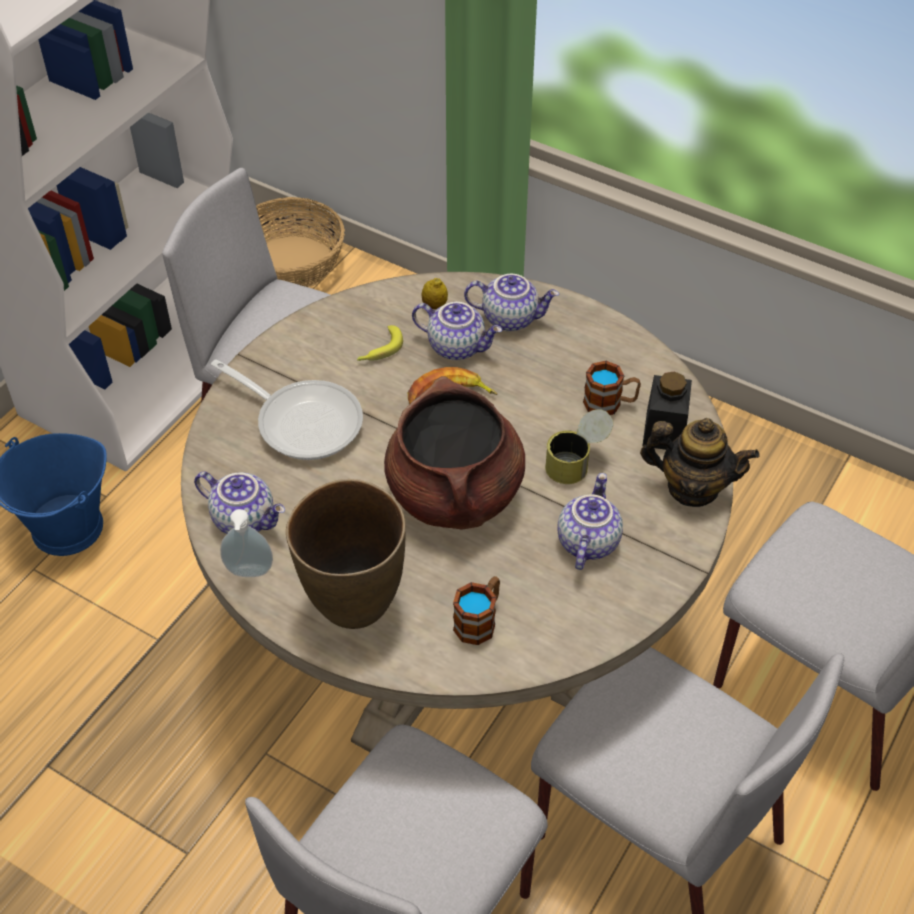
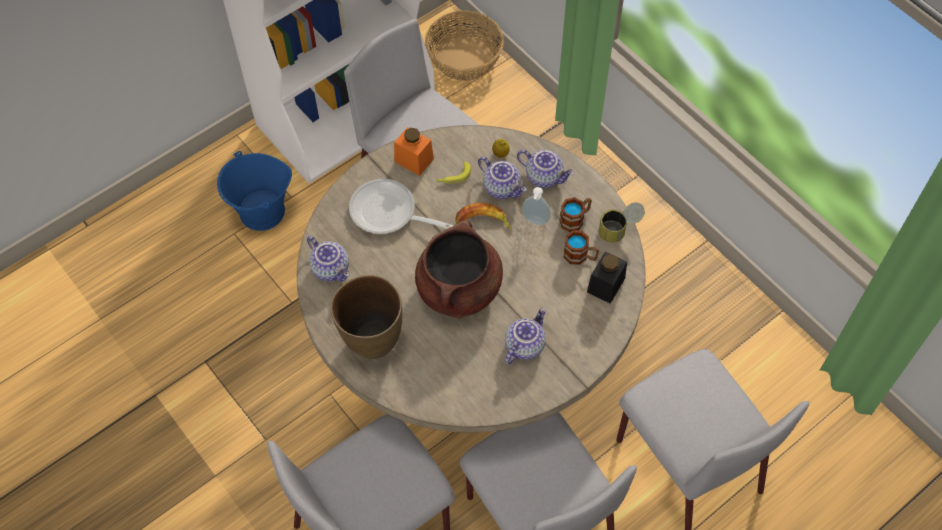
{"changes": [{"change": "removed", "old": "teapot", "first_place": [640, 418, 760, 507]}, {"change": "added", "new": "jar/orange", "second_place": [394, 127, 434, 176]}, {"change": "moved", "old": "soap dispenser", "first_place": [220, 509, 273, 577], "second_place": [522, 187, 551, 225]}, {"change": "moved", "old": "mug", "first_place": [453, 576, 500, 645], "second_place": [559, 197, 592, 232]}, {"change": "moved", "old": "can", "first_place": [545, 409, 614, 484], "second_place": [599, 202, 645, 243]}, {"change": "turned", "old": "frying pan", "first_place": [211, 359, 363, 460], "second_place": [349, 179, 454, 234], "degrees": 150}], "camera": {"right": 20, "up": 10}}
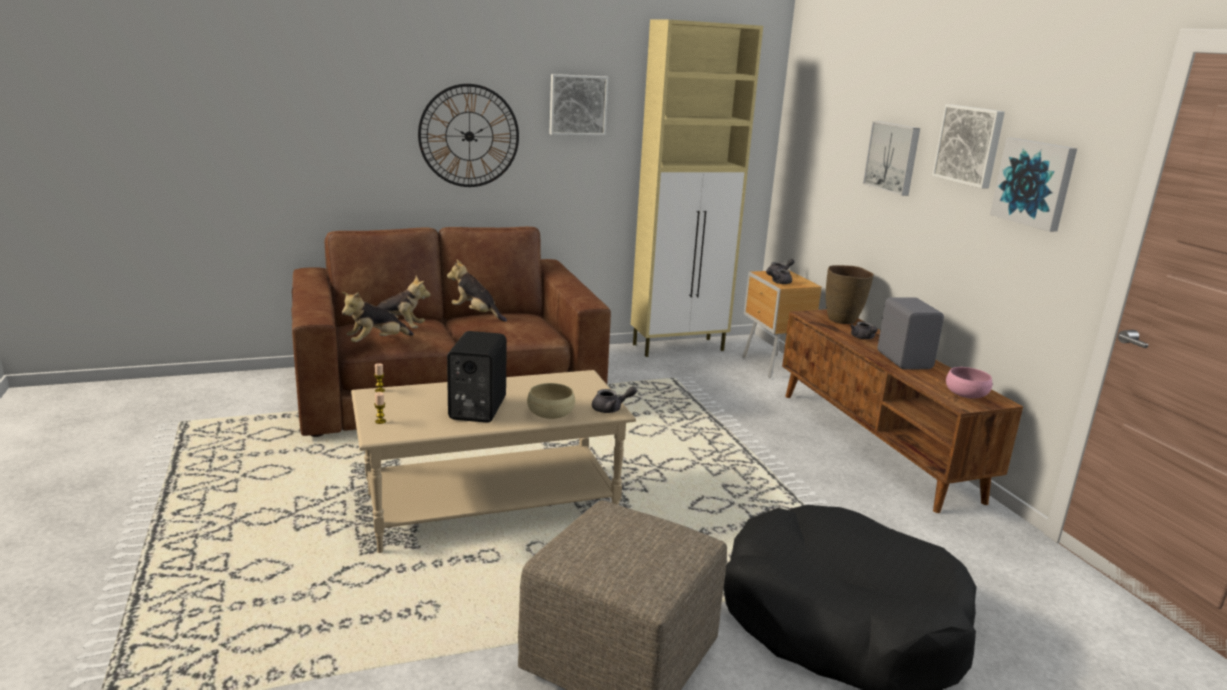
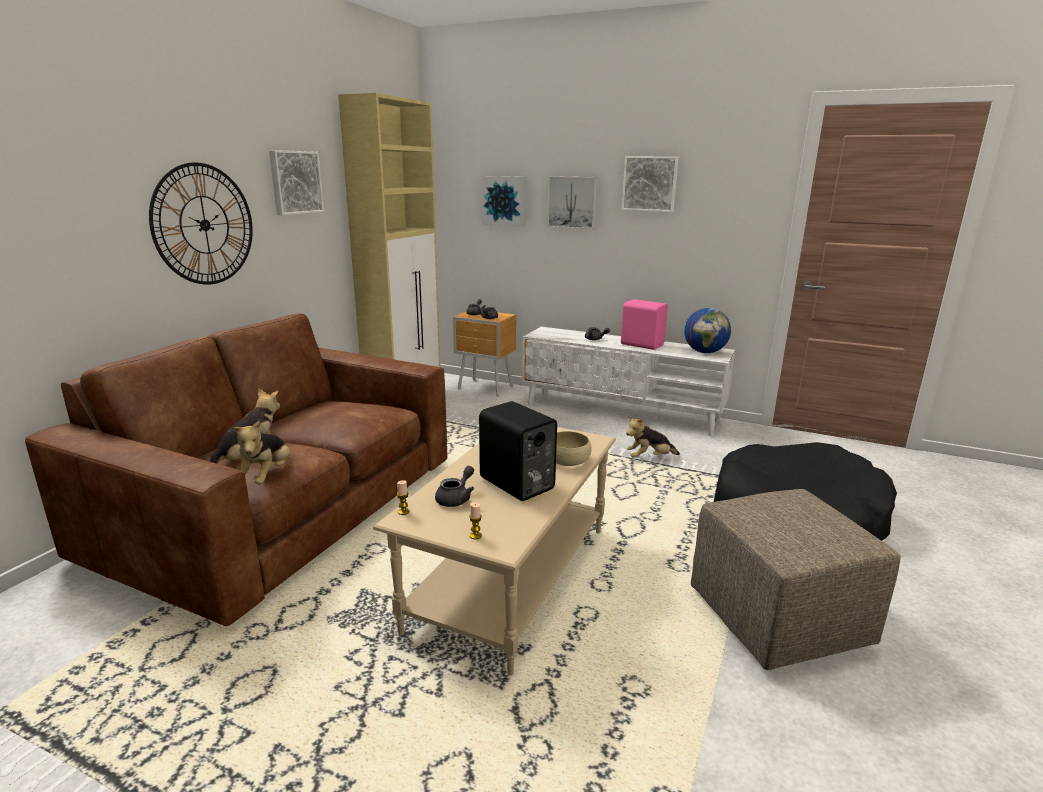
{"changes": [{"change": "removed", "old": "vase/brown", "first_place": [826, 265, 874, 324]}, {"change": "moved", "old": "plush toy", "first_place": [447, 259, 507, 322], "second_place": [626, 416, 680, 458]}, {"change": "moved", "old": "teapot/grey", "first_place": [592, 386, 637, 413], "second_place": [435, 466, 474, 507]}, {"change": "moved", "old": "picture", "first_place": [990, 138, 1077, 232], "second_place": [481, 176, 526, 227]}, {"change": "replaced", "old": "bowl/pink", "new": "globe", "first_place": [946, 367, 992, 398], "second_place": [684, 308, 731, 353]}, {"change": "recoloured", "old": "tv stand/brown", "new": "tv stand/white", "first_place": [782, 309, 1023, 513], "second_place": [522, 327, 735, 436]}, {"change": "recoloured", "old": "speaker/grey", "new": "speaker/pink", "first_place": [878, 297, 944, 370], "second_place": [621, 299, 668, 350]}], "camera": {"right": -45, "up": 0}}
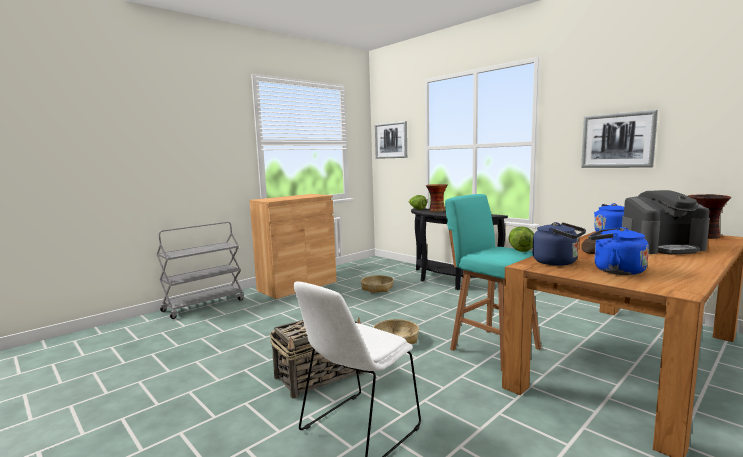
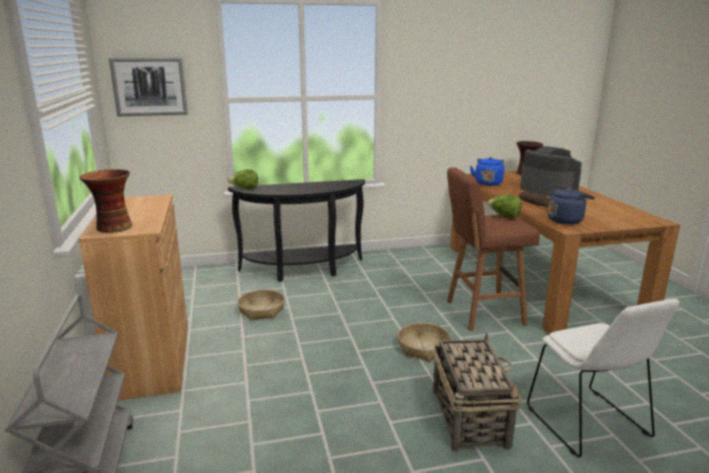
{"changes": [{"change": "removed", "old": "picture", "first_place": [581, 110, 658, 168]}, {"change": "removed", "old": "kettle/blue", "first_place": [588, 227, 649, 275]}, {"change": "moved", "old": "vase", "first_place": [426, 184, 448, 212], "second_place": [79, 169, 132, 233]}, {"change": "recoloured", "old": "stool/turquoise", "new": "stool/brown", "first_place": [445, 194, 541, 371], "second_place": [447, 167, 540, 331]}, {"change": "turned", "old": "coffee machine", "first_place": [622, 190, 710, 255], "second_place": [520, 146, 582, 196], "degrees": -60}], "camera": {"right": -60, "up": 10}}
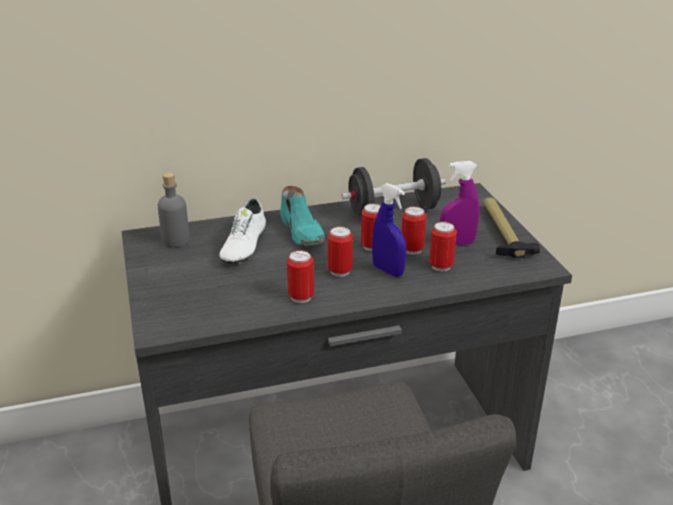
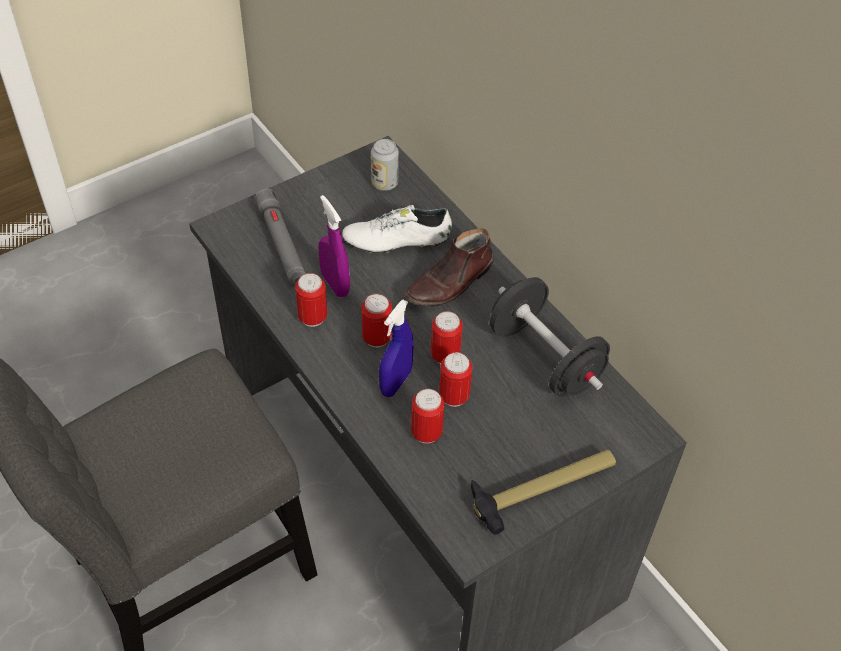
{"changes": [{"change": "added", "new": "flashlight/grey", "second_place": [255, 189, 306, 284]}, {"change": "moved", "old": "spray bottle/purple", "first_place": [440, 161, 479, 246], "second_place": [318, 195, 350, 297]}, {"change": "replaced", "old": "bottle/grey", "new": "can", "first_place": [158, 172, 190, 248], "second_place": [371, 139, 399, 191]}, {"change": "recoloured", "old": "shoe/turquoise", "new": "shoe/brown", "first_place": [280, 186, 325, 246], "second_place": [404, 228, 494, 307]}], "camera": {"right": 70, "up": 20}}
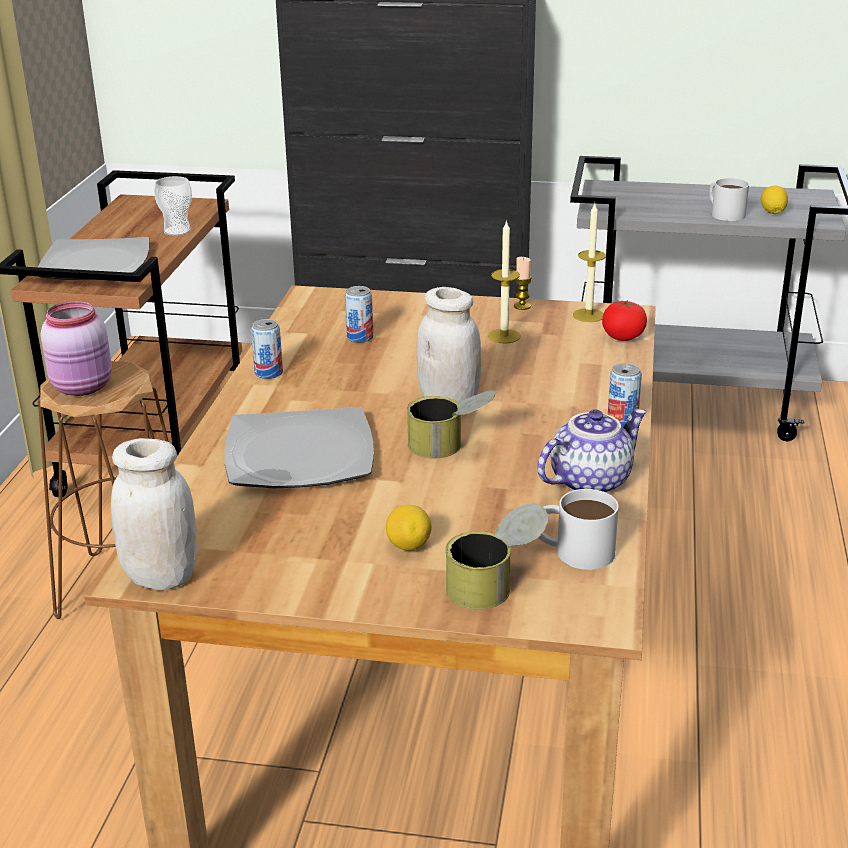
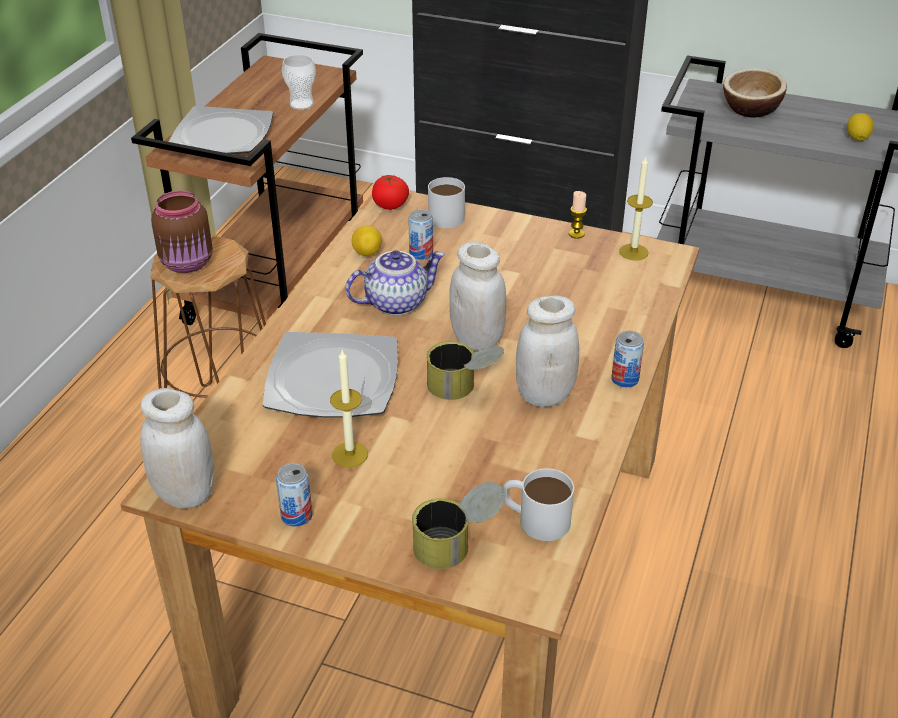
{"changes": [{"change": "added", "new": "jar/white", "second_place": [516, 295, 579, 407]}, {"change": "added", "new": "bowl", "second_place": [723, 68, 787, 117]}, {"change": "moved", "old": "can", "first_place": [251, 319, 283, 379], "second_place": [276, 463, 312, 527]}, {"change": "moved", "old": "lemon", "first_place": [386, 505, 432, 551], "second_place": [352, 226, 382, 256]}, {"change": "moved", "old": "candle", "first_place": [488, 220, 521, 344], "second_place": [330, 350, 368, 467]}, {"change": "moved", "old": "teapot", "first_place": [537, 409, 647, 493], "second_place": [346, 250, 445, 316]}, {"change": "moved", "old": "tomato", "first_place": [602, 300, 647, 341], "second_place": [372, 175, 409, 210]}, {"change": "moved", "old": "mug/white", "first_place": [709, 178, 749, 221], "second_place": [428, 177, 465, 228]}, {"change": "recoloured", "old": "jar/pink", "new": "jar/brown", "first_place": [41, 301, 112, 396], "second_place": [151, 190, 213, 273]}], "camera": {"right": 10, "up": 10}}
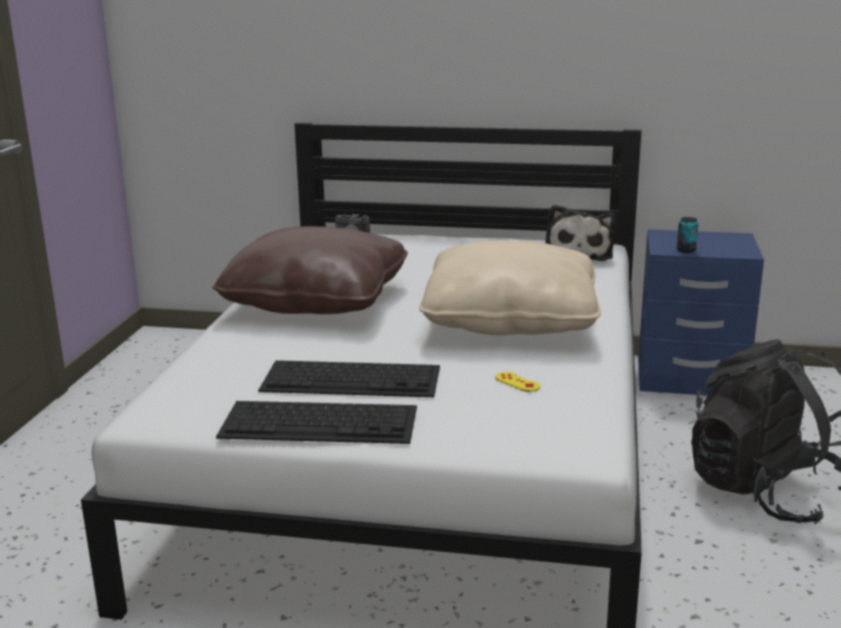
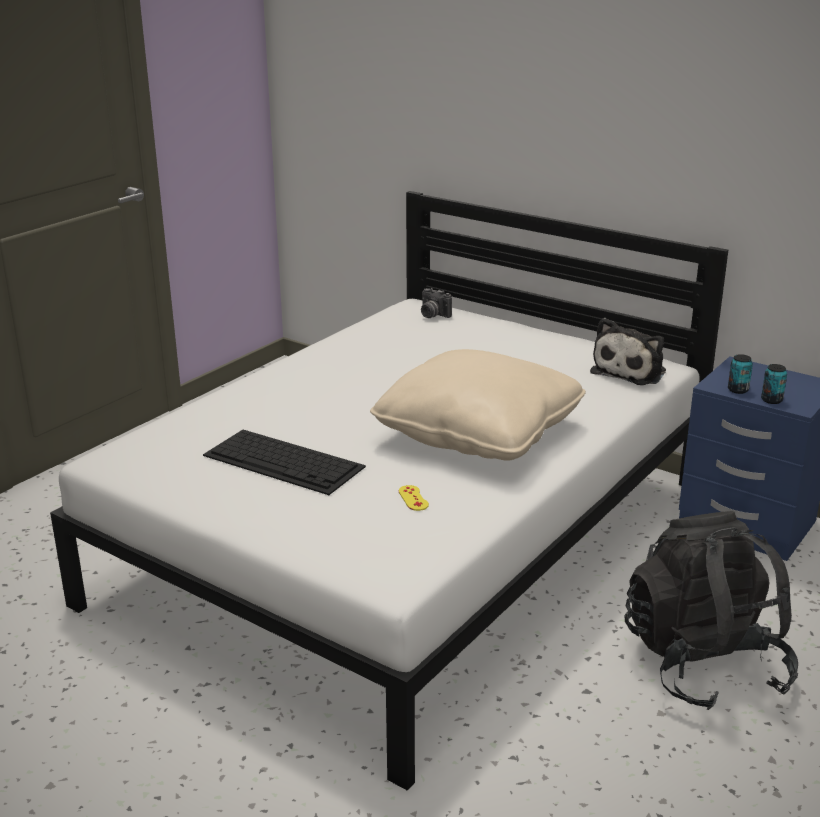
{"changes": [{"change": "removed", "old": "pillow/brown", "first_place": [212, 226, 408, 314]}, {"change": "removed", "old": "keyboard", "first_place": [216, 401, 417, 444]}, {"change": "added", "new": "can", "second_place": [761, 364, 787, 404]}], "camera": {"right": 25, "up": 5}}
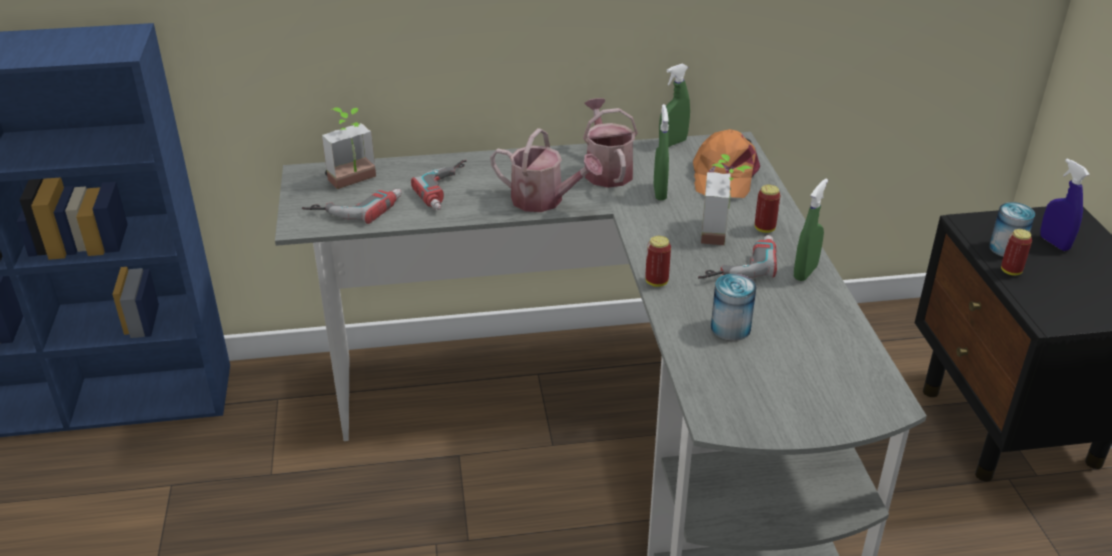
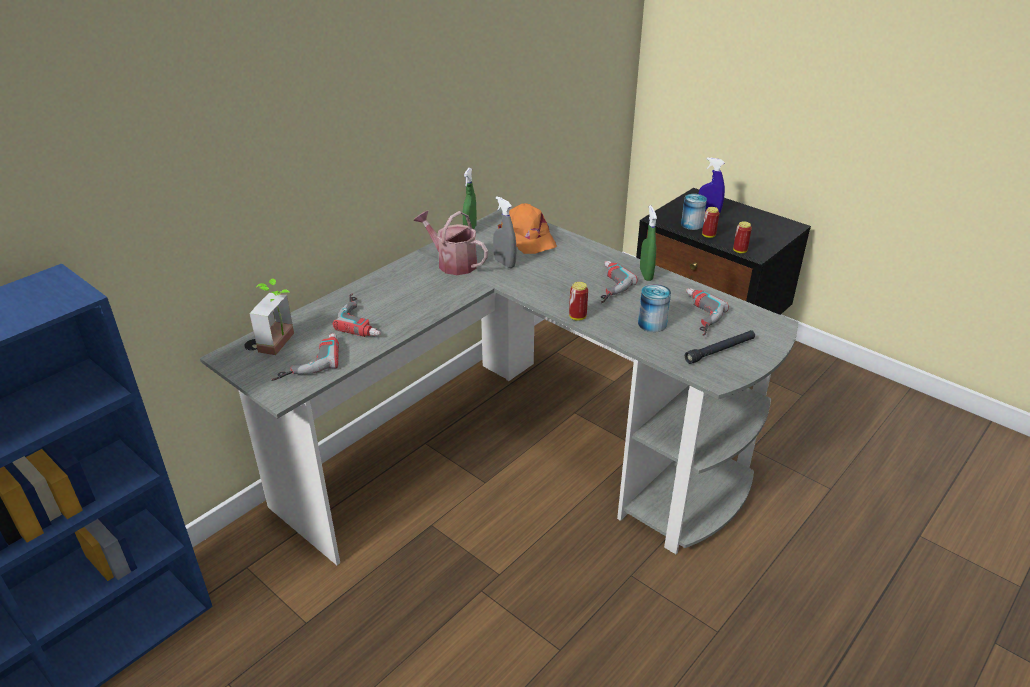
{"changes": [{"change": "removed", "old": "watering can", "first_place": [490, 128, 603, 212]}, {"change": "removed", "old": "potted plant", "first_place": [701, 154, 753, 245]}, {"change": "added", "new": "flashlight/black", "second_place": [685, 330, 755, 364]}, {"change": "added", "new": "power drill", "second_place": [686, 288, 729, 336]}, {"change": "moved", "old": "can", "first_place": [755, 185, 780, 233], "second_place": [733, 221, 752, 253]}, {"change": "recoloured", "old": "spray bottle/green", "new": "spray bottle/grey", "first_place": [654, 104, 669, 200], "second_place": [493, 196, 517, 268]}], "camera": {"right": -40, "up": 0}}
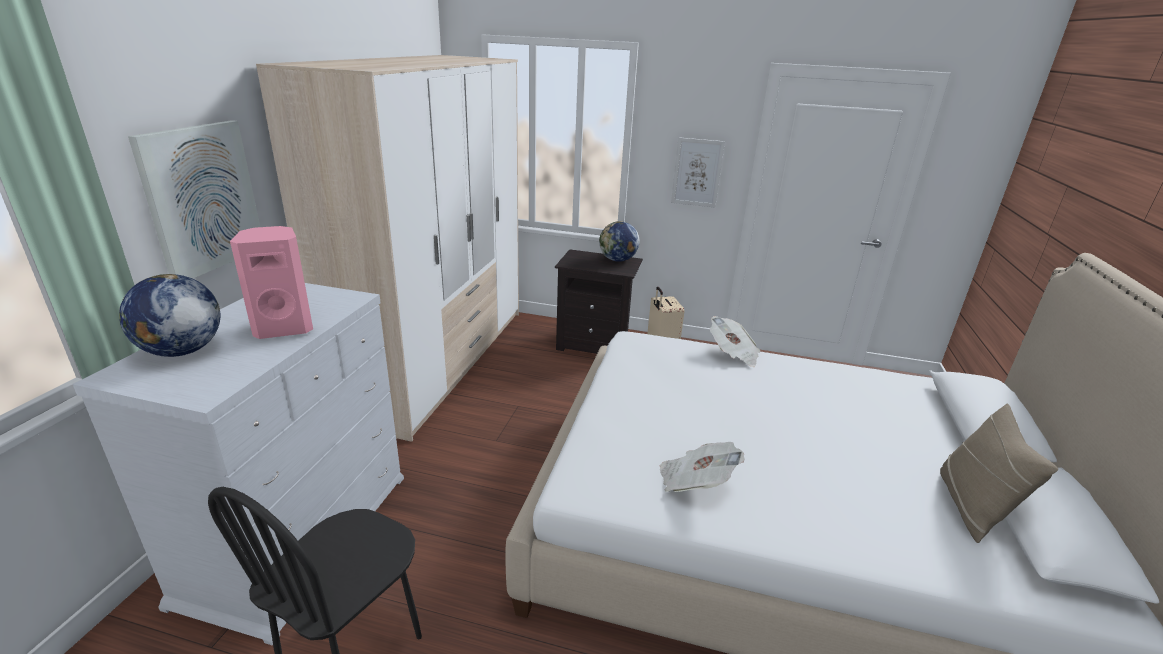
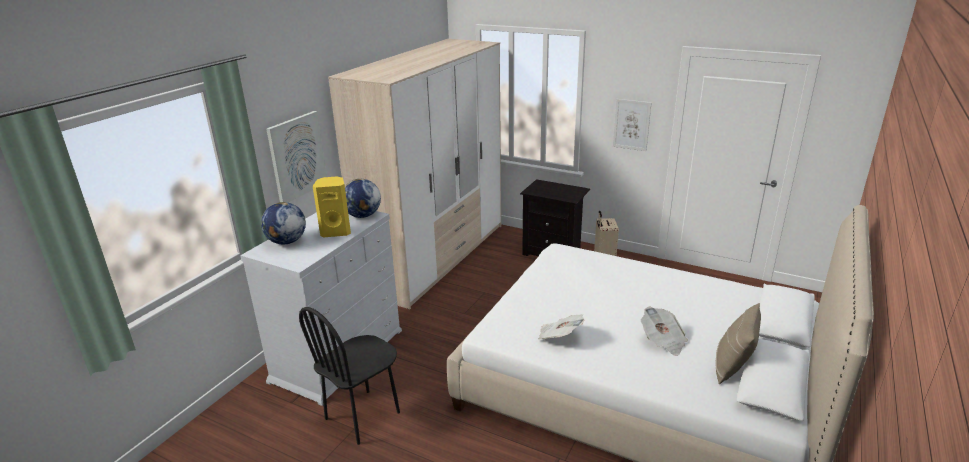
{"changes": [{"change": "moved", "old": "globe", "first_place": [599, 221, 640, 262], "second_place": [345, 179, 381, 218]}, {"change": "moved", "old": "newspaper", "first_place": [710, 316, 760, 367], "second_place": [641, 307, 688, 356]}, {"change": "recoloured", "old": "speaker/pink", "new": "speaker/yellow", "first_place": [230, 226, 313, 339], "second_place": [313, 177, 351, 237]}], "camera": {"right": 15, "up": 0}}
